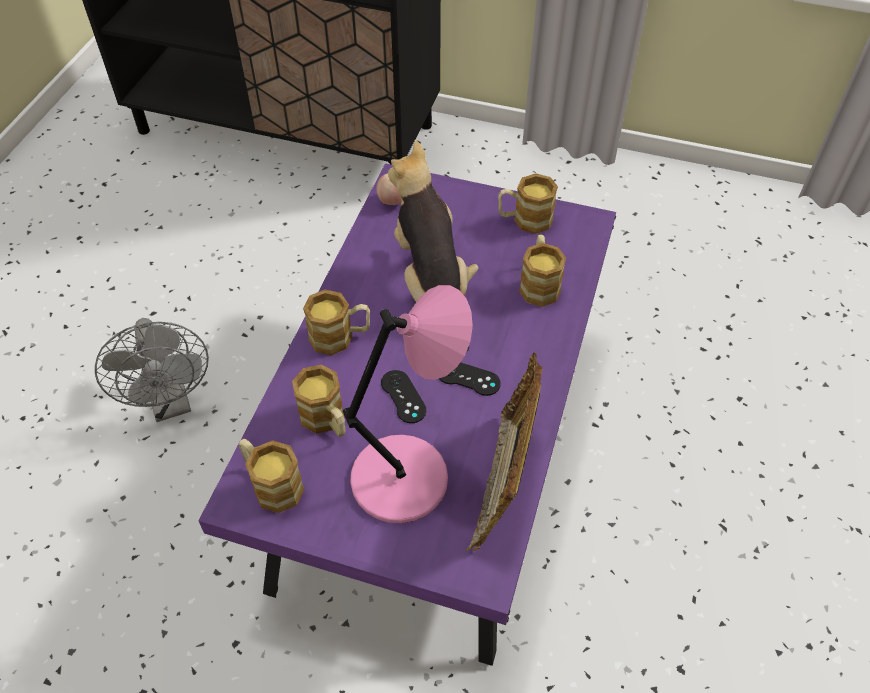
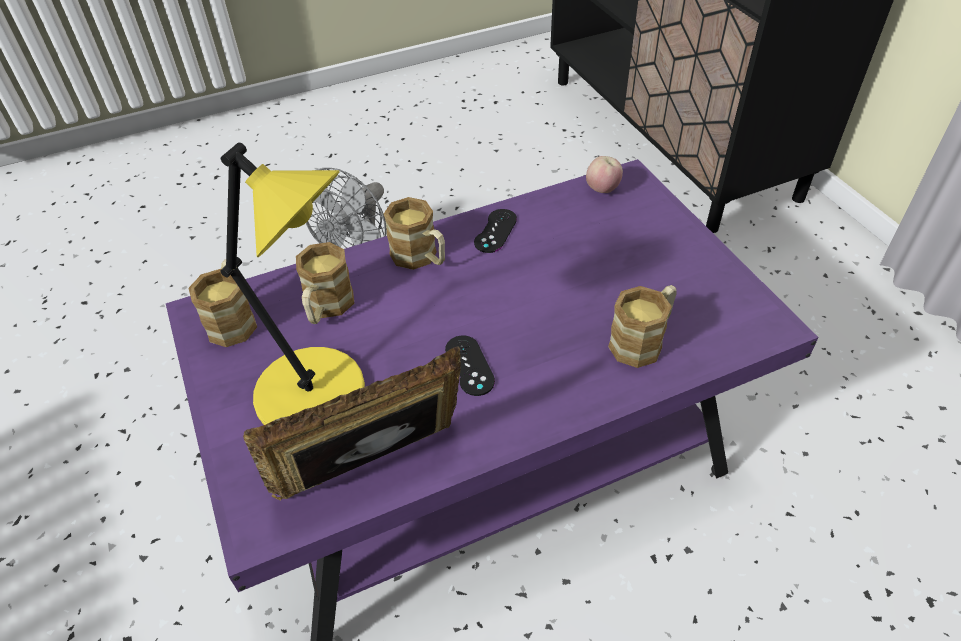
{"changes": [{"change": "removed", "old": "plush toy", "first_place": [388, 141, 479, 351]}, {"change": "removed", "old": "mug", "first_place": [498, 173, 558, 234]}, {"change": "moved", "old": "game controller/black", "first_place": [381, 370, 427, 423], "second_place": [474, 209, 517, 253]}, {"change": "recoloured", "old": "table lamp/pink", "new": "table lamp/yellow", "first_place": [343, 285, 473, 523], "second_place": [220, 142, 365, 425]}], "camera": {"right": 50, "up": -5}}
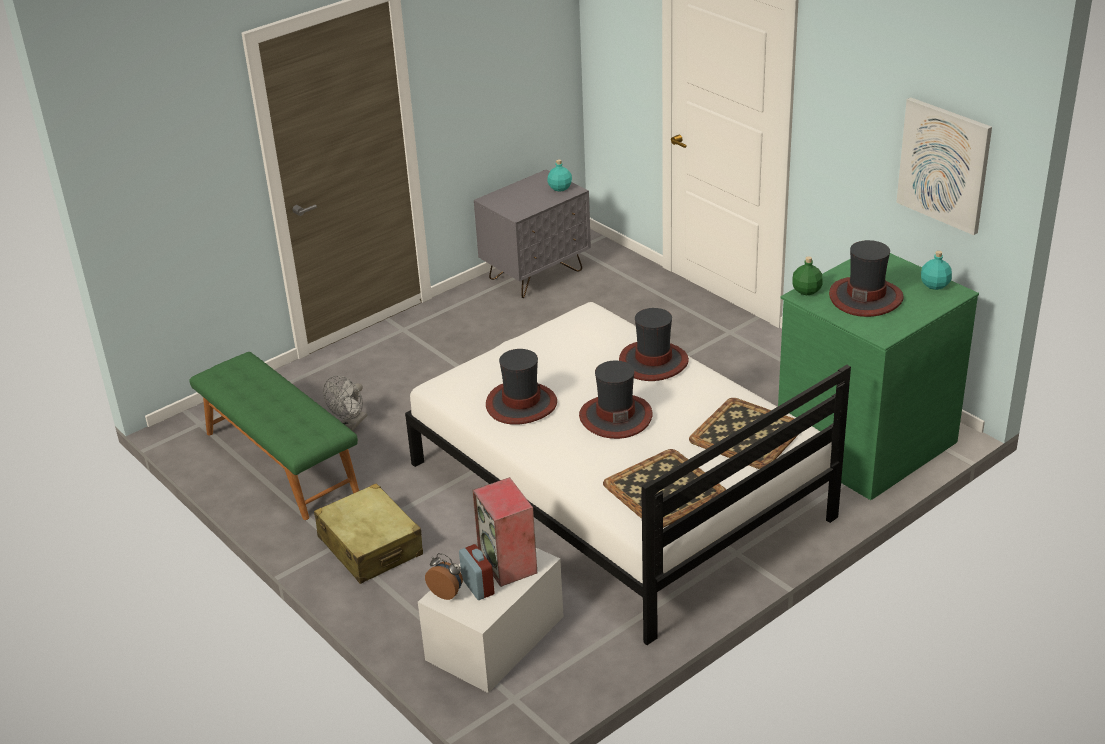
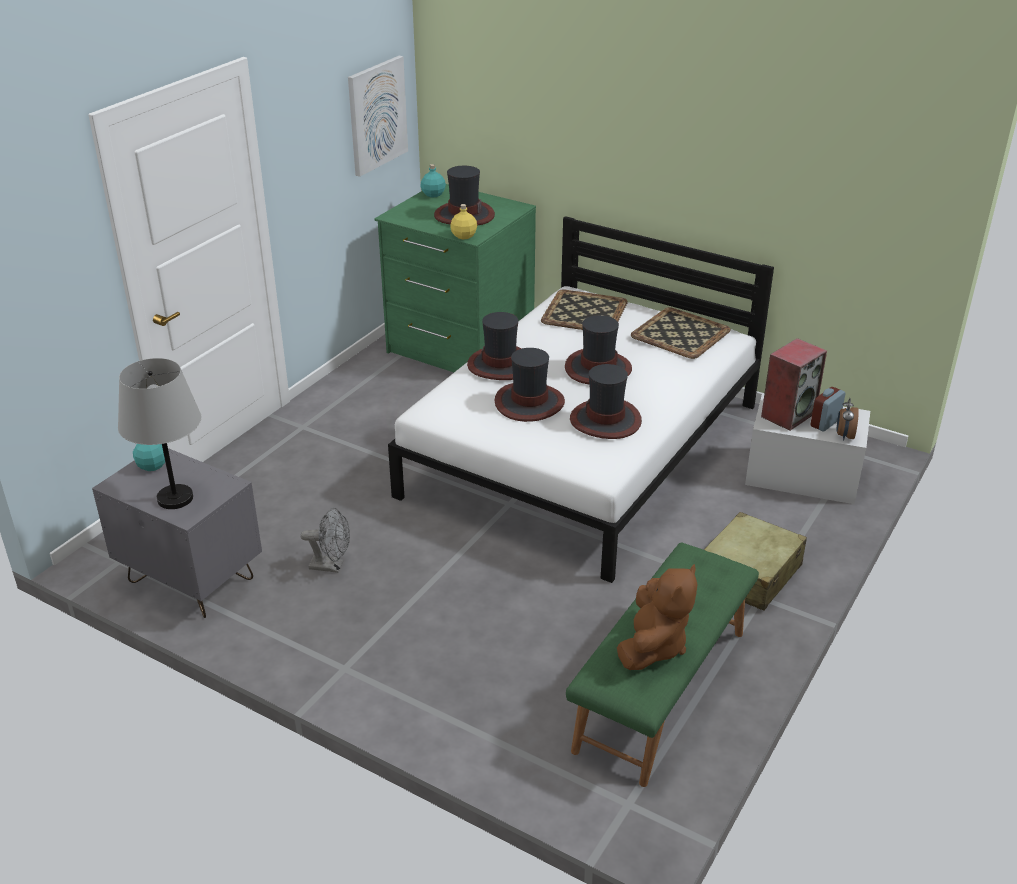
{"changes": [{"change": "added", "new": "table lamp/grey", "second_place": [118, 358, 201, 509]}, {"change": "added", "new": "hat", "second_place": [495, 348, 565, 422]}, {"change": "added", "new": "plush toy/brown", "second_place": [617, 564, 698, 670]}, {"change": "moved", "old": "fan/grey", "first_place": [323, 376, 367, 431], "second_place": [301, 508, 350, 573]}, {"change": "recoloured", "old": "bottle/green", "new": "bottle/yellow", "first_place": [792, 256, 823, 295], "second_place": [450, 204, 477, 239]}], "camera": {"right": -110, "up": 0}}
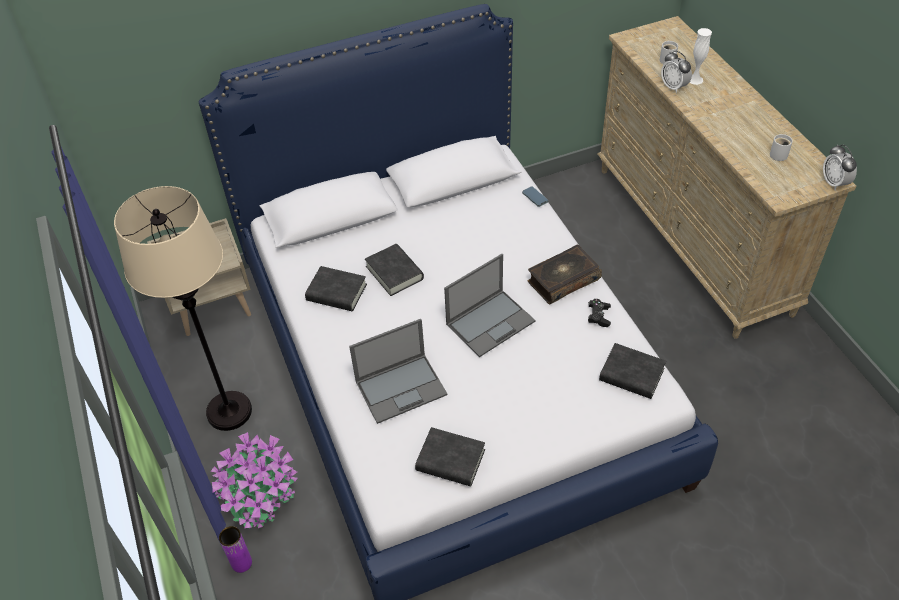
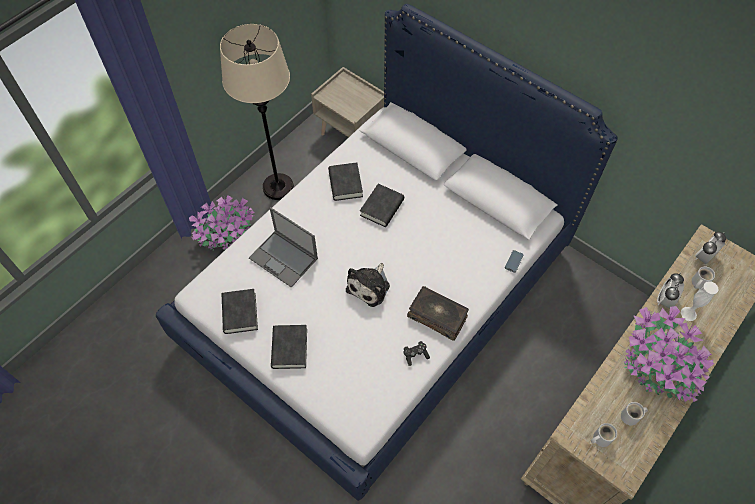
{"changes": [{"change": "removed", "old": "vase/purple", "first_place": [219, 526, 252, 573]}, {"change": "added", "new": "mug/white", "second_place": [591, 423, 617, 447]}, {"change": "added", "new": "potted plant", "second_place": [624, 306, 714, 402]}, {"change": "moved", "old": "book/black", "first_place": [599, 343, 666, 399], "second_place": [271, 325, 307, 369]}, {"change": "moved", "old": "alarm clock", "first_place": [823, 144, 857, 191], "second_place": [695, 232, 726, 264]}, {"change": "replaced", "old": "laptop", "new": "plush toy", "first_place": [444, 254, 535, 357], "second_place": [346, 263, 390, 307]}], "camera": {"right": 60, "up": 10}}
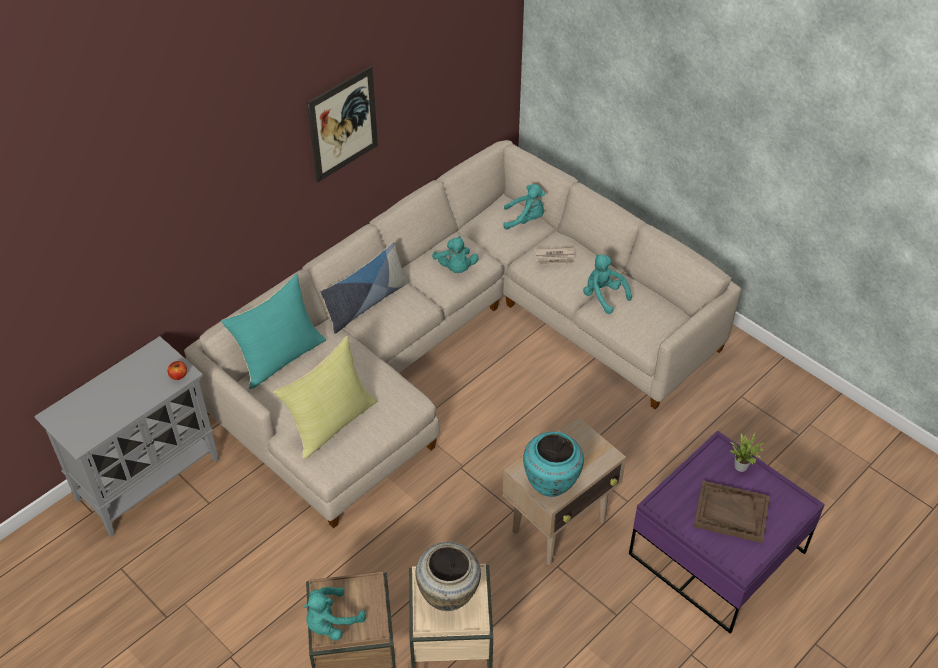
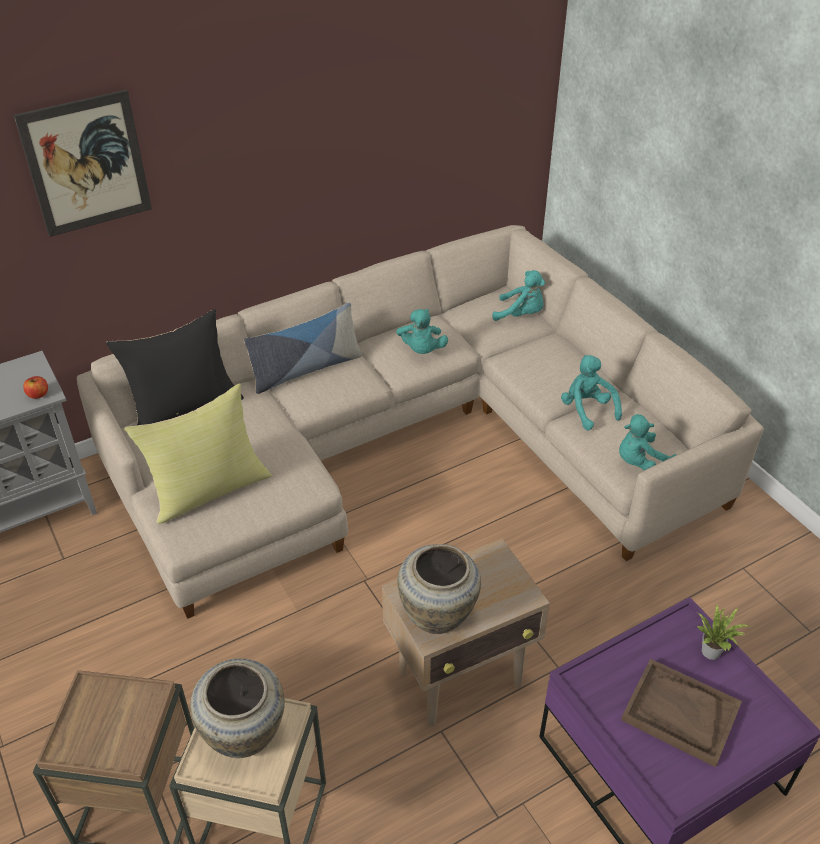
{"changes": [{"change": "removed", "old": "newspaper", "first_place": [535, 247, 576, 265]}, {"change": "moved", "old": "plush toy/turquoise", "first_place": [303, 587, 366, 641], "second_place": [619, 414, 676, 471]}, {"change": "moved", "old": "picture", "first_place": [307, 66, 378, 182], "second_place": [14, 90, 152, 237]}, {"change": "recoloured", "old": "pillow/turquoise", "new": "pillow/black", "first_place": [221, 274, 326, 389], "second_place": [106, 309, 244, 426]}, {"change": "recoloured", "old": "vase/turquoise", "new": "vase/beige", "first_place": [523, 432, 584, 497], "second_place": [397, 544, 481, 634]}], "camera": {"right": 15, "up": -5}}
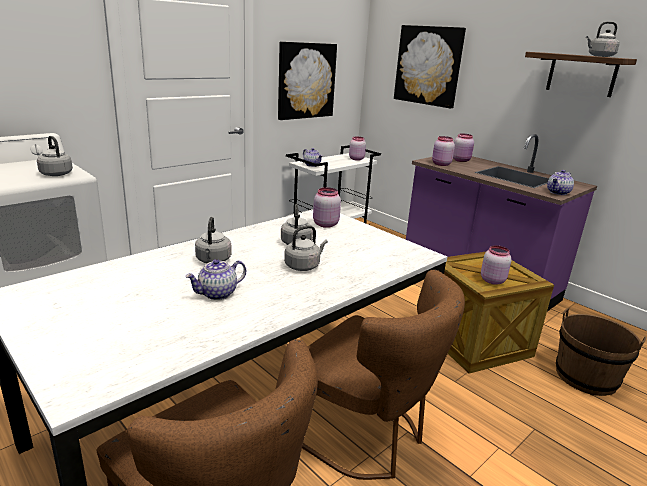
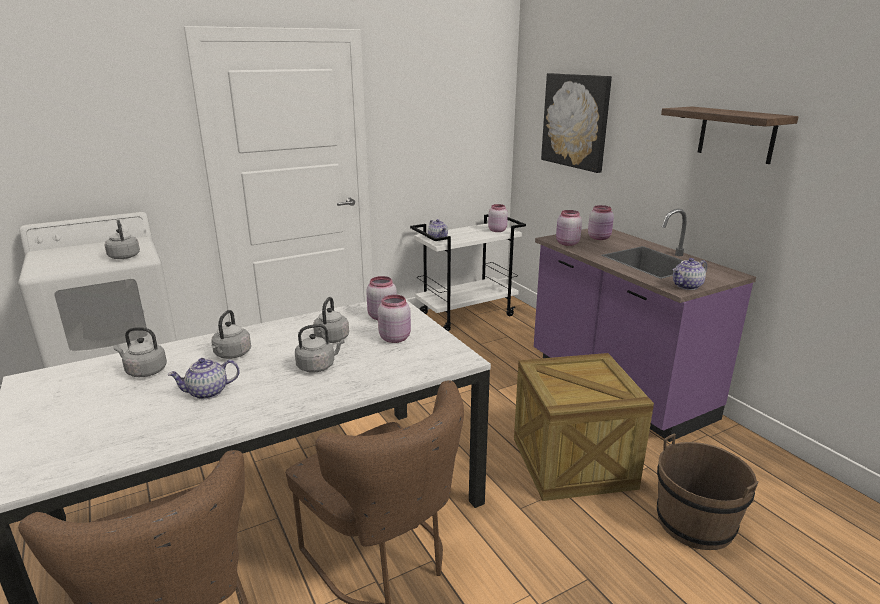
{"changes": [{"change": "removed", "old": "picture", "first_place": [278, 42, 337, 120]}, {"change": "moved", "old": "jar/pink", "first_place": [481, 245, 511, 285], "second_place": [378, 295, 411, 343]}, {"change": "moved", "old": "kettle/grey", "first_place": [586, 21, 620, 57], "second_place": [114, 327, 167, 377]}], "camera": {"right": 15, "up": 0}}
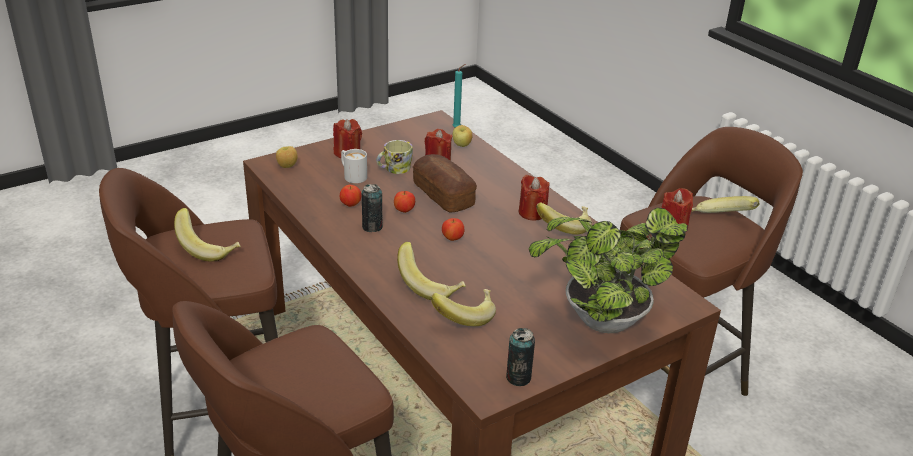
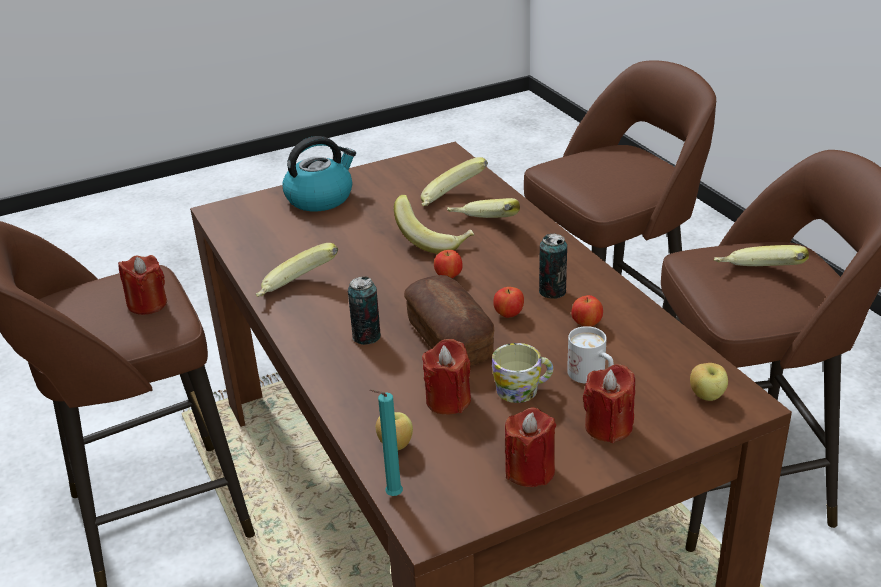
{"changes": [{"change": "moved", "old": "can", "first_place": [506, 328, 535, 386], "second_place": [348, 276, 381, 345]}, {"change": "moved", "old": "candle/red", "first_place": [519, 175, 550, 221], "second_place": [505, 407, 556, 487]}, {"change": "moved", "old": "banana", "first_place": [692, 196, 760, 213], "second_place": [394, 195, 475, 254]}, {"change": "replaced", "old": "potted plant", "new": "kettle", "first_place": [529, 208, 688, 333], "second_place": [282, 136, 356, 211]}], "camera": {"right": -170, "up": 0}}
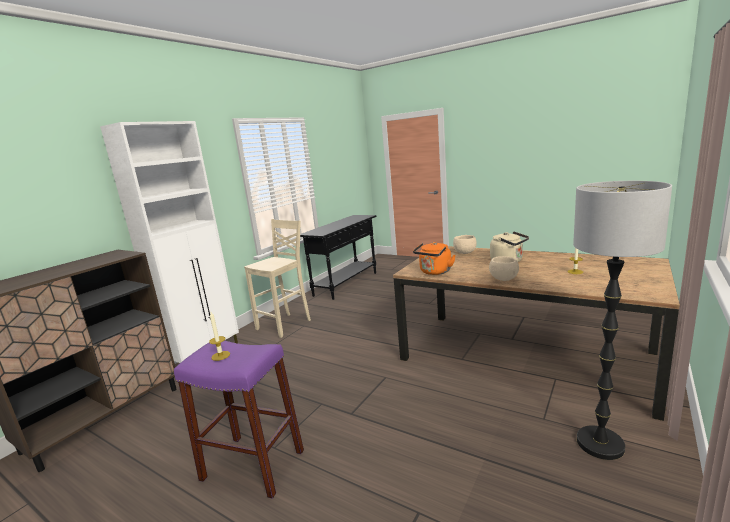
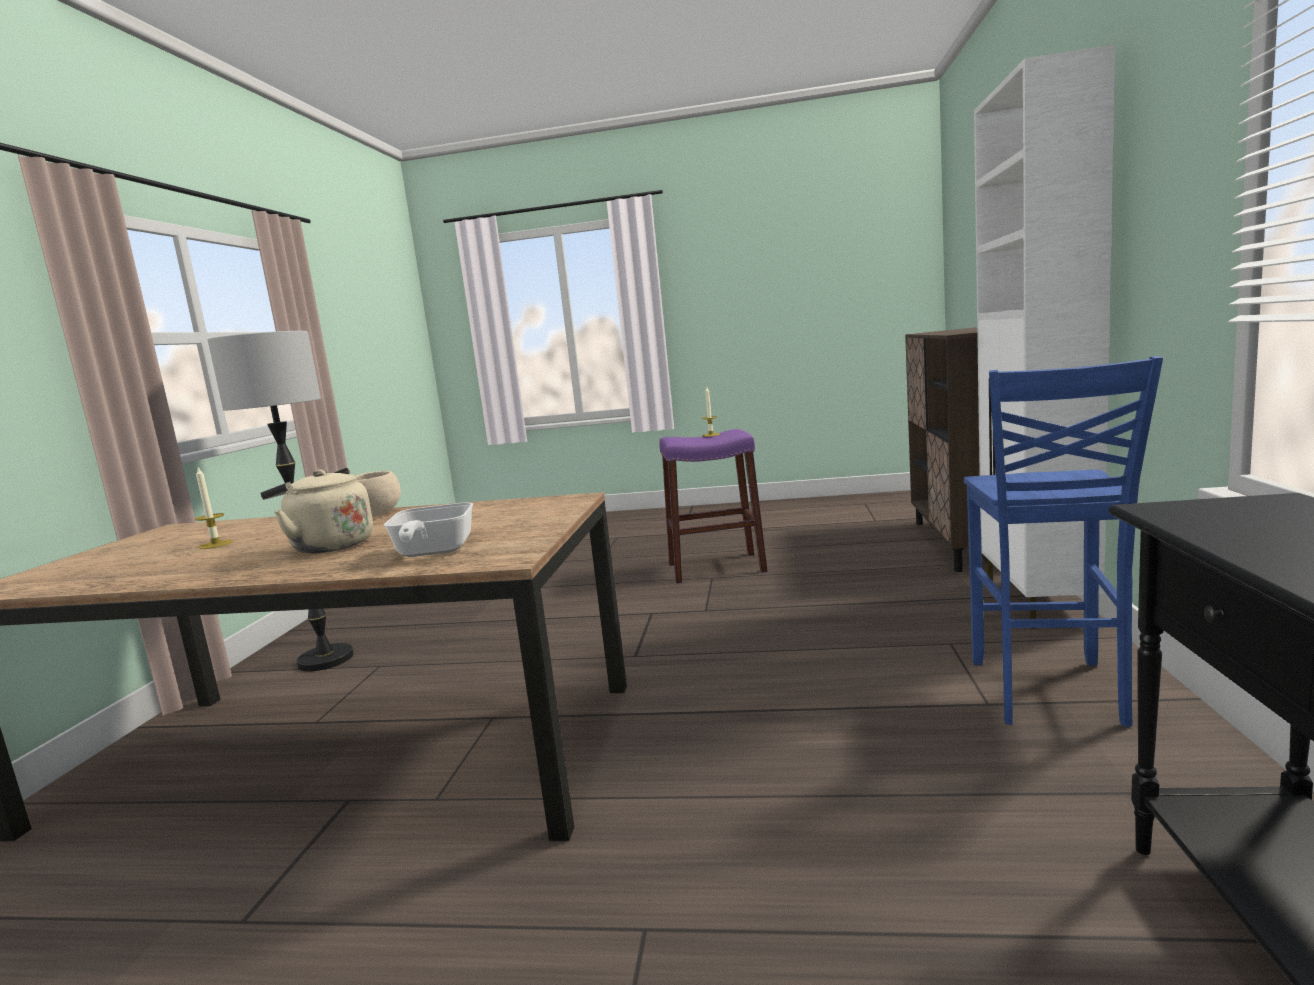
{"changes": [{"change": "removed", "old": "kettle/orange", "first_place": [413, 242, 456, 275]}, {"change": "replaced", "old": "bowl/beige", "new": "frying pan", "first_place": [453, 235, 477, 254], "second_place": [384, 502, 473, 557]}, {"change": "recoloured", "old": "stool/beige", "new": "stool/blue", "first_place": [244, 219, 311, 338], "second_place": [964, 356, 1163, 727]}], "camera": {"right": 155, "up": -5}}
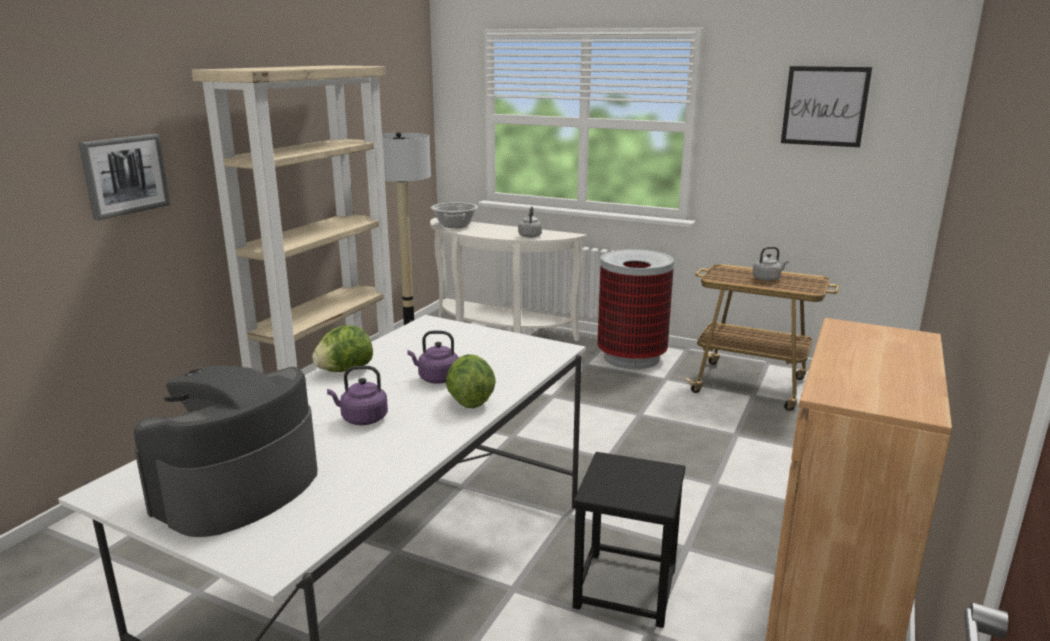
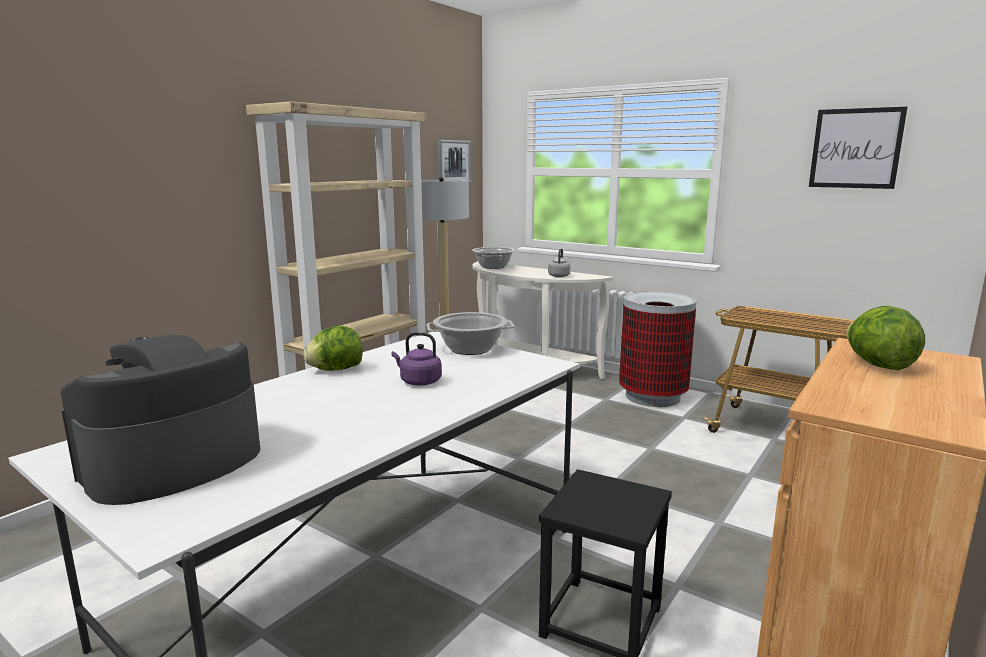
{"changes": [{"change": "removed", "old": "kettle/purple", "first_place": [327, 366, 388, 425]}, {"change": "removed", "old": "kettle/grey", "first_place": [753, 247, 789, 281]}, {"change": "added", "new": "cooking pot", "second_place": [427, 312, 515, 355]}, {"change": "moved", "old": "picture", "first_place": [78, 134, 170, 220], "second_place": [437, 140, 471, 184]}, {"change": "moved", "old": "lettuce", "first_place": [446, 354, 496, 408], "second_place": [847, 306, 925, 370]}], "camera": {"right": 10, "up": -5}}
